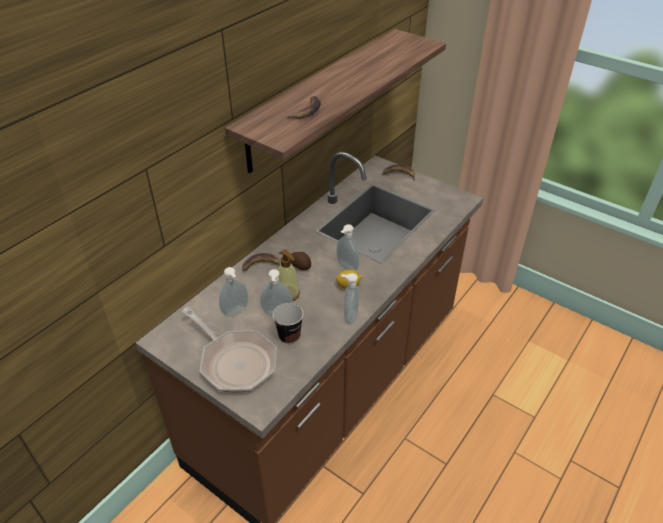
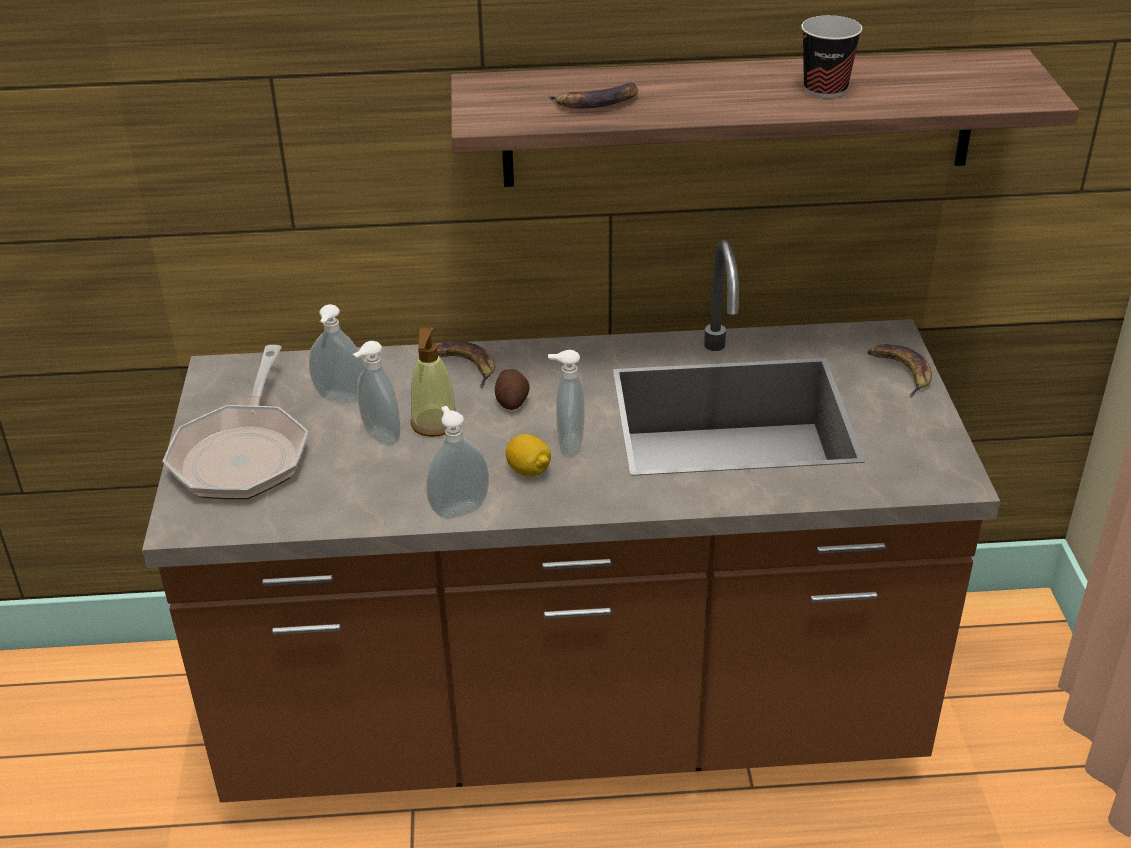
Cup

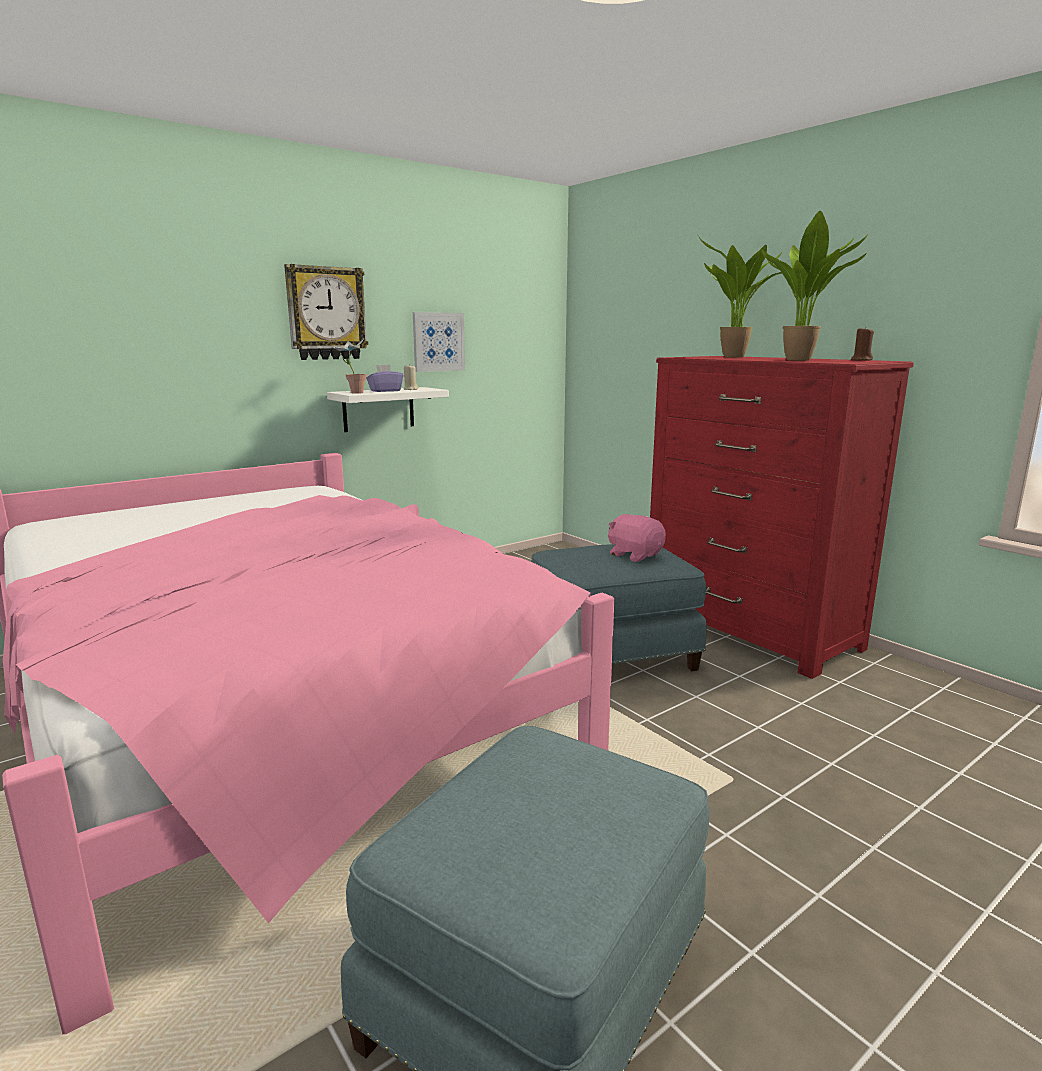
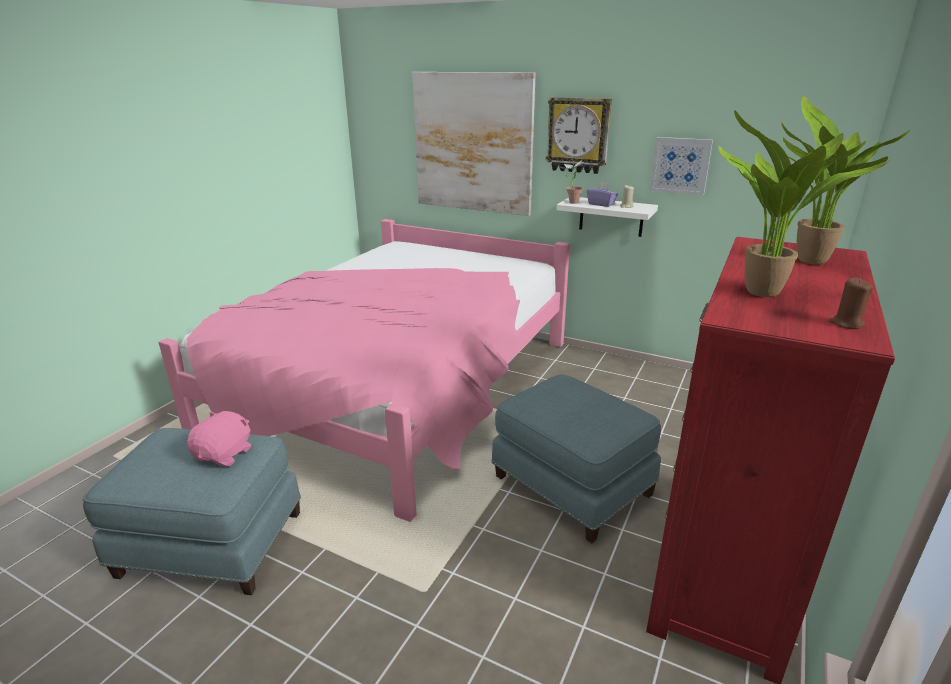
Picture (no. 1 from left)
PinkPlushToy

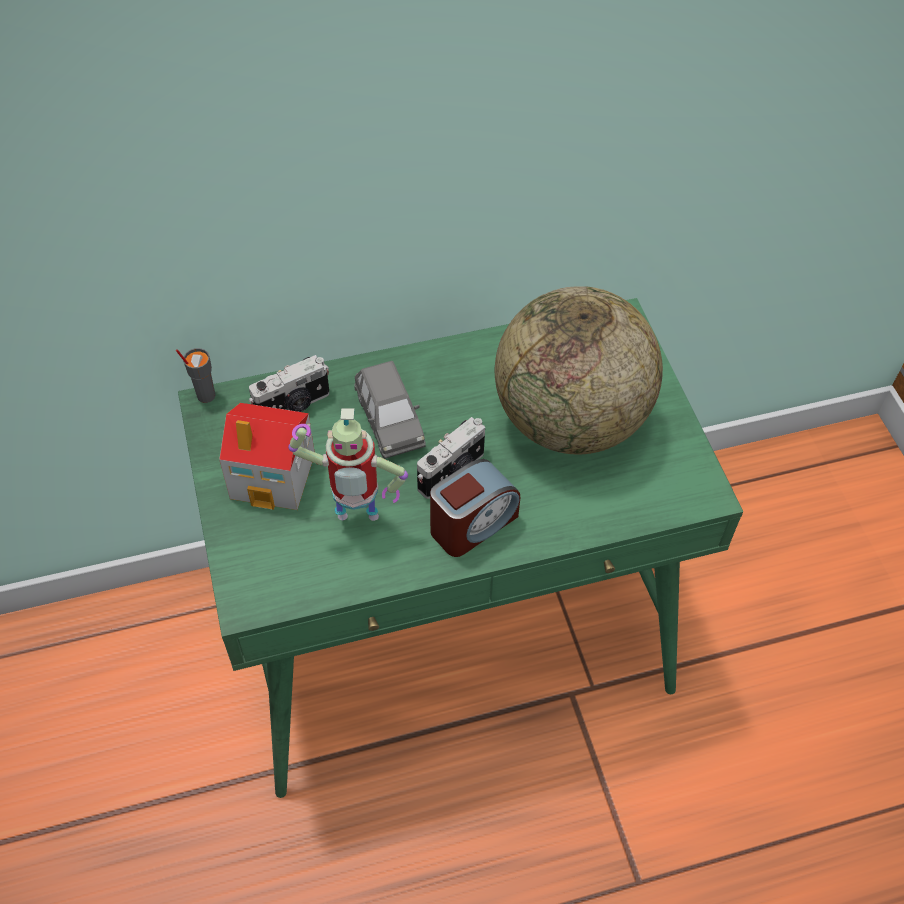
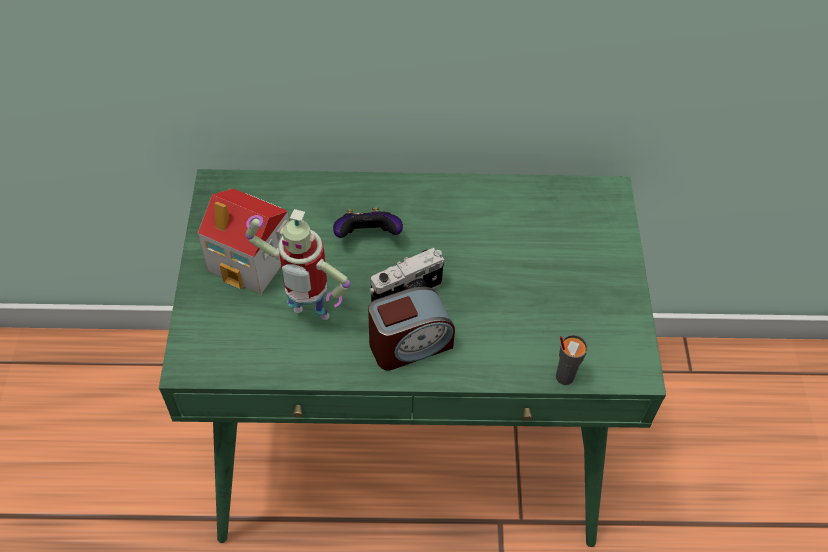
PhotoCamera (no. 1 from left in the first image)
Globe
GreyCup
GameController

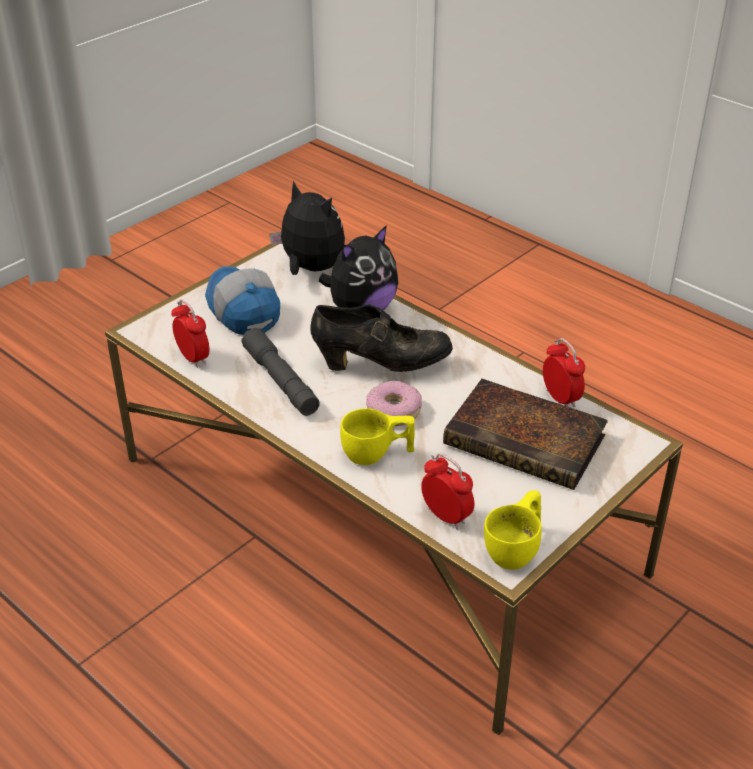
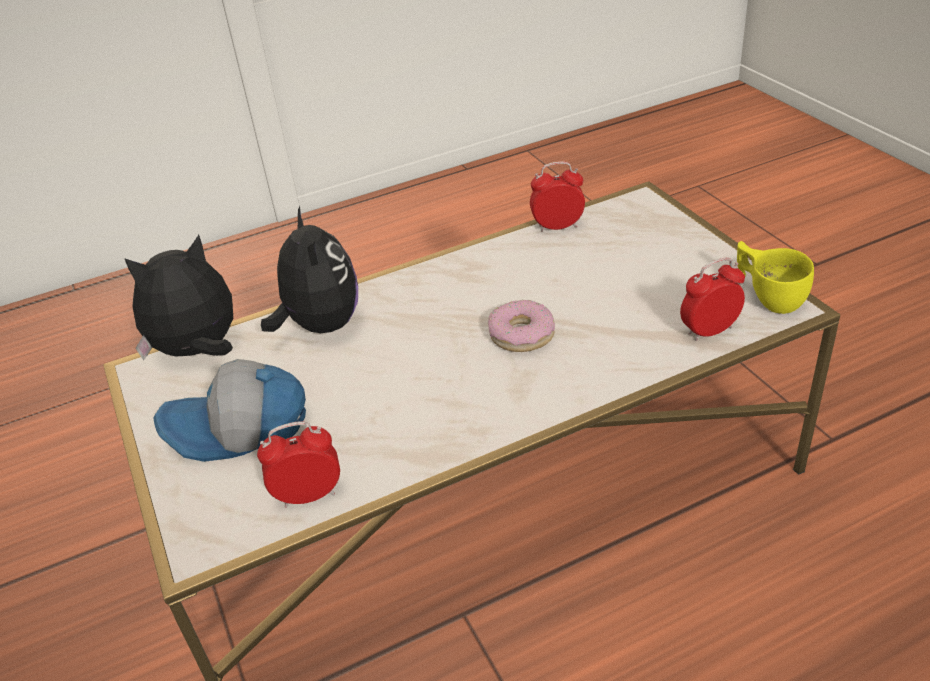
GreyFlashlight
BlackShoe
YellowCup (no. 1 from left in the first image)
Book

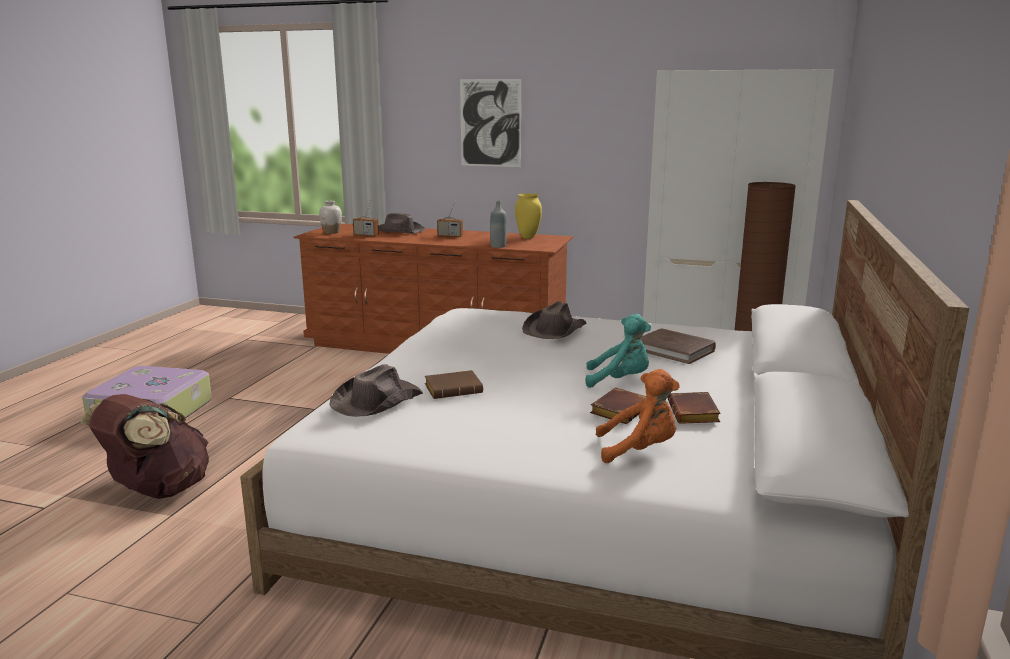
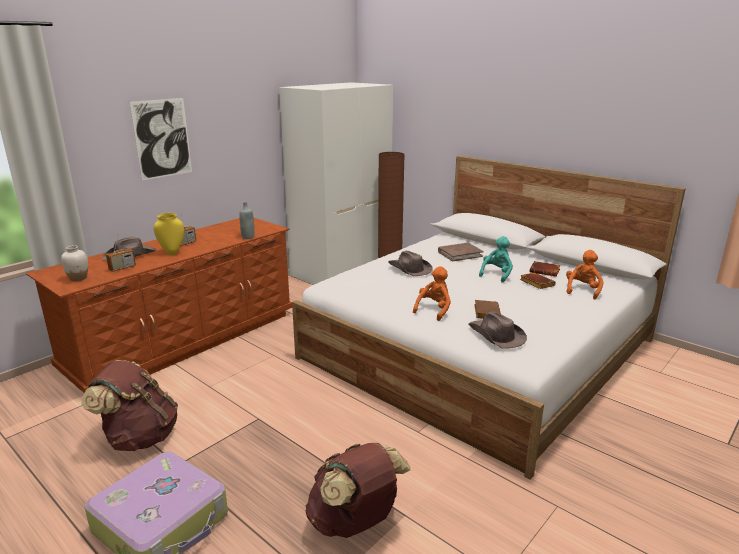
BrownBackpack (no. 1 from left)
OrangePlushToy (no. 1 from left)
YellowVase

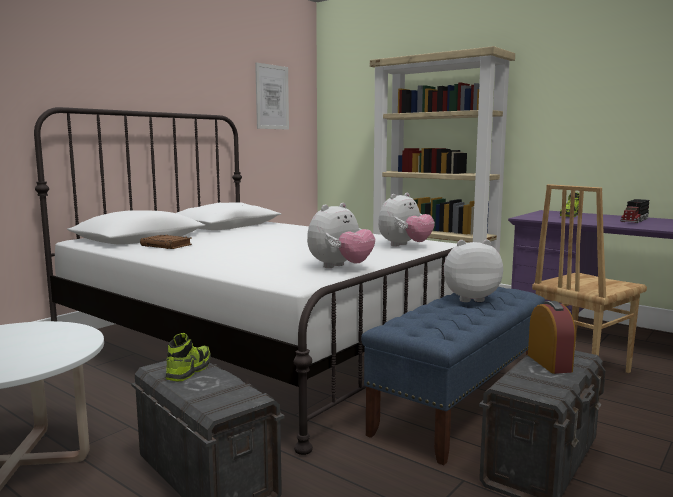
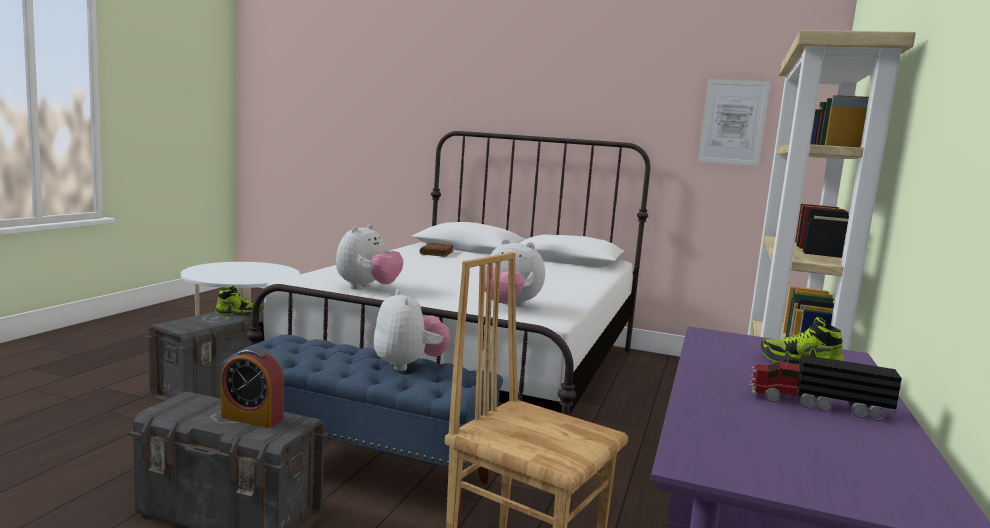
PlushToy (no. 1 from left)
AlarmClock

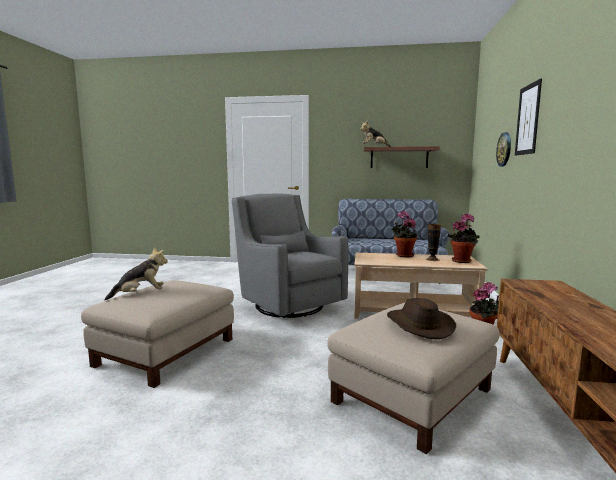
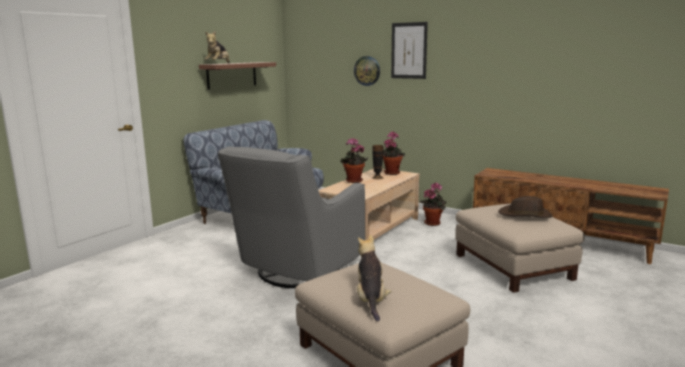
GreyArmchair

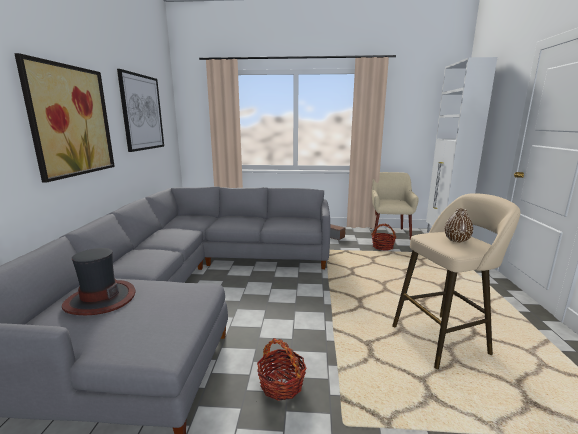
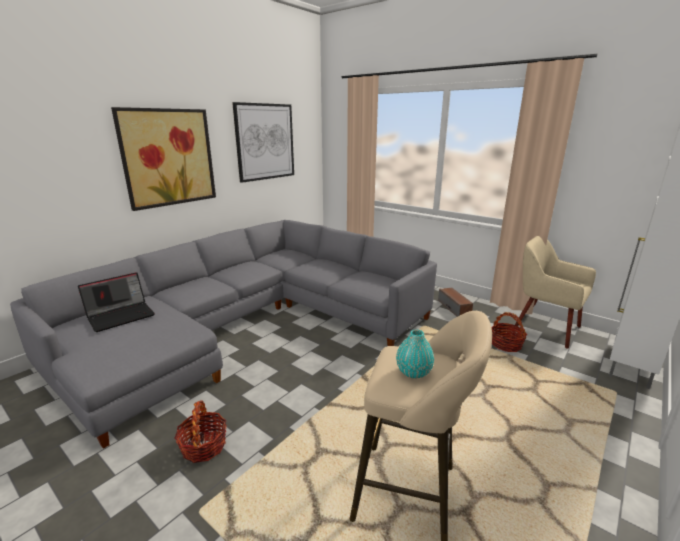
Laptop
TurquoiseVase
BeigeArmchair

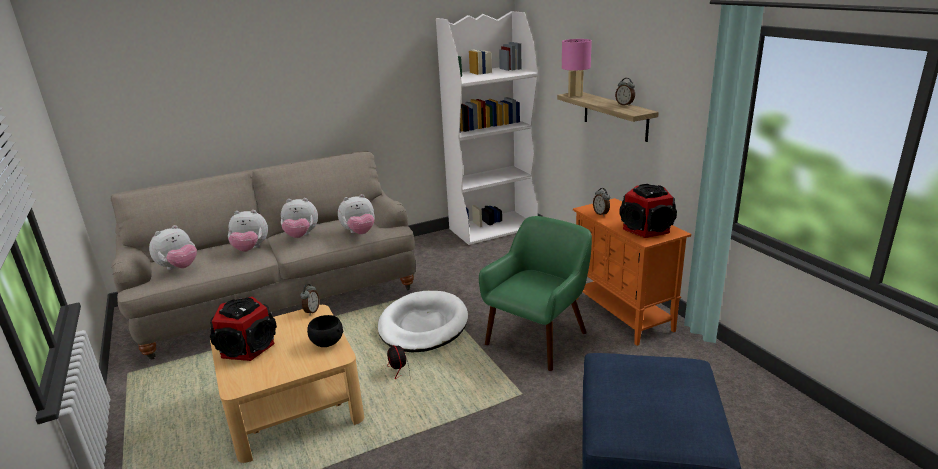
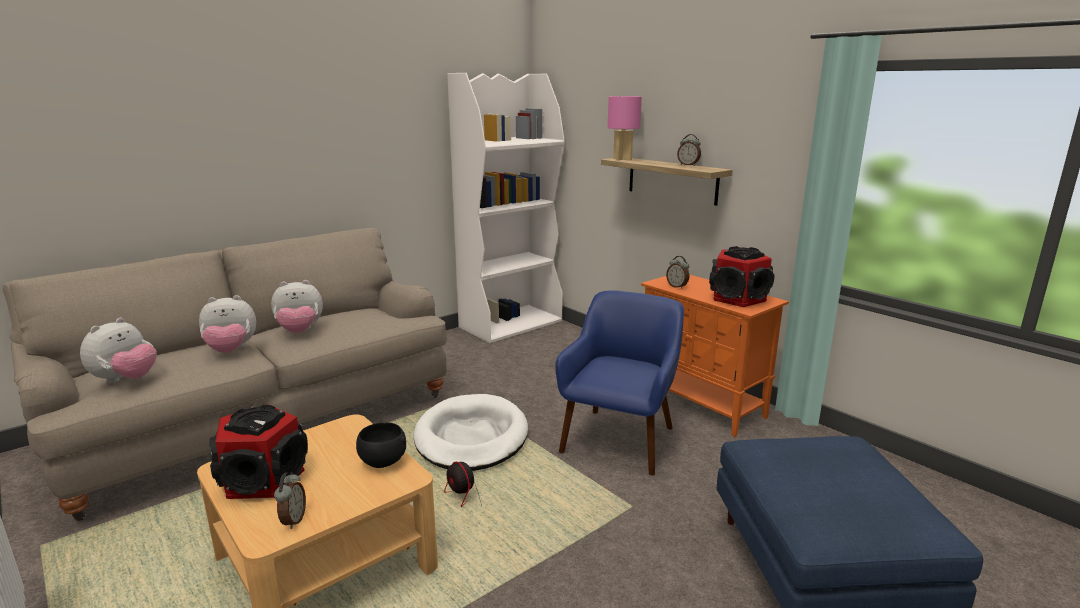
PlushToy (no. 4 from left in the first image)
AlarmClock (no. 1 from left)
BlueArmchair

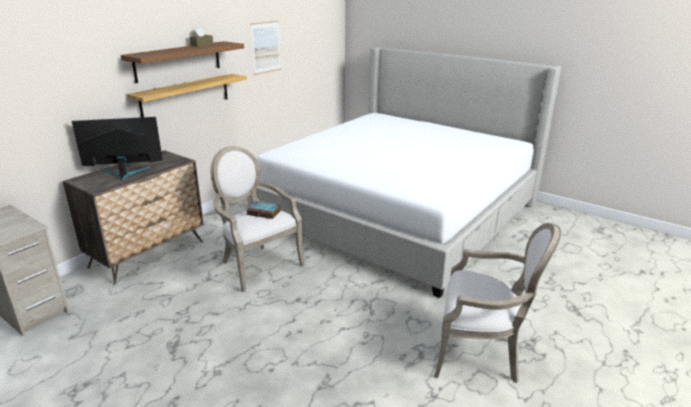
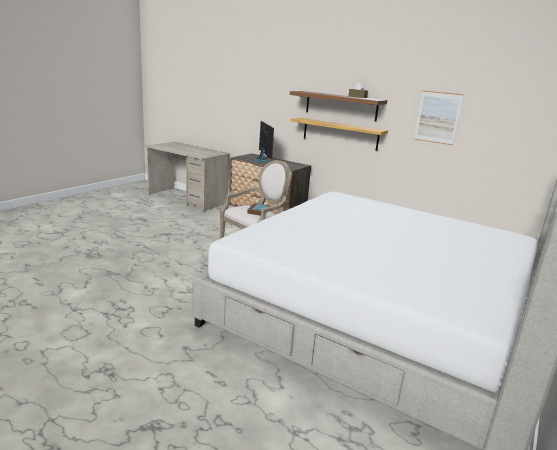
Armchair (no. 2 from left in the first image)

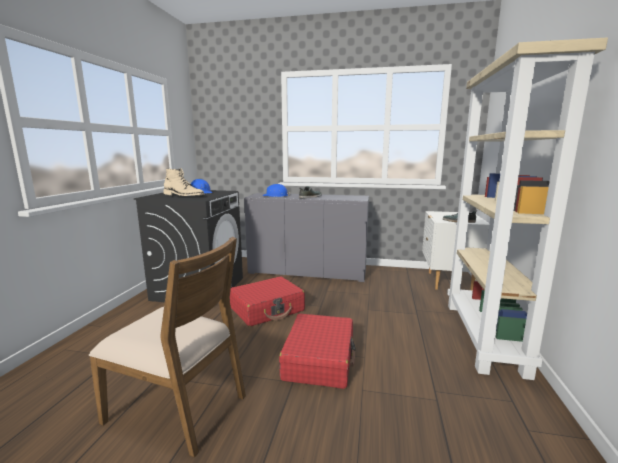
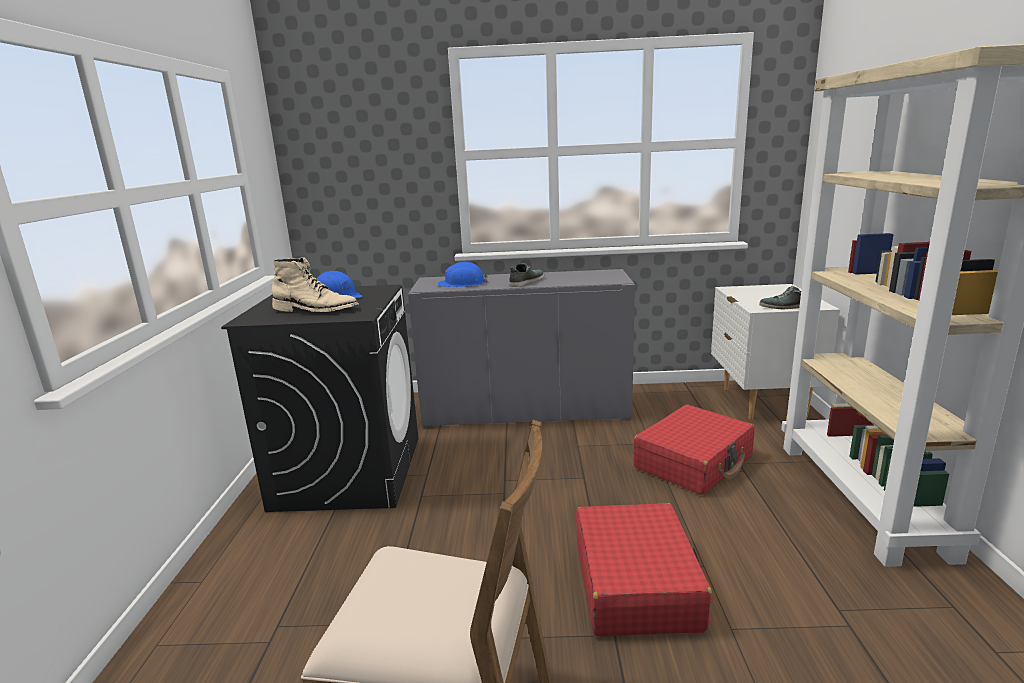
RedSuitcase (no. 2 from left)

